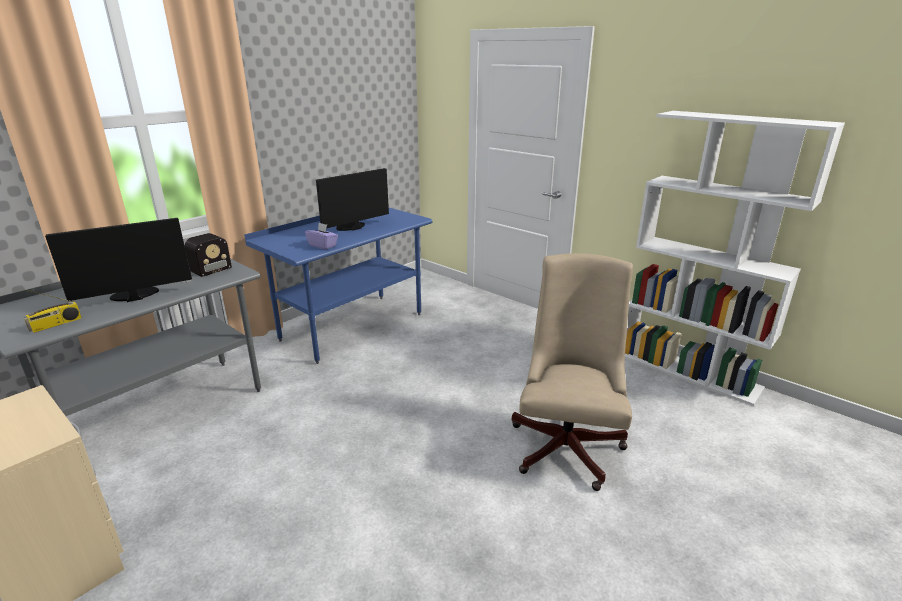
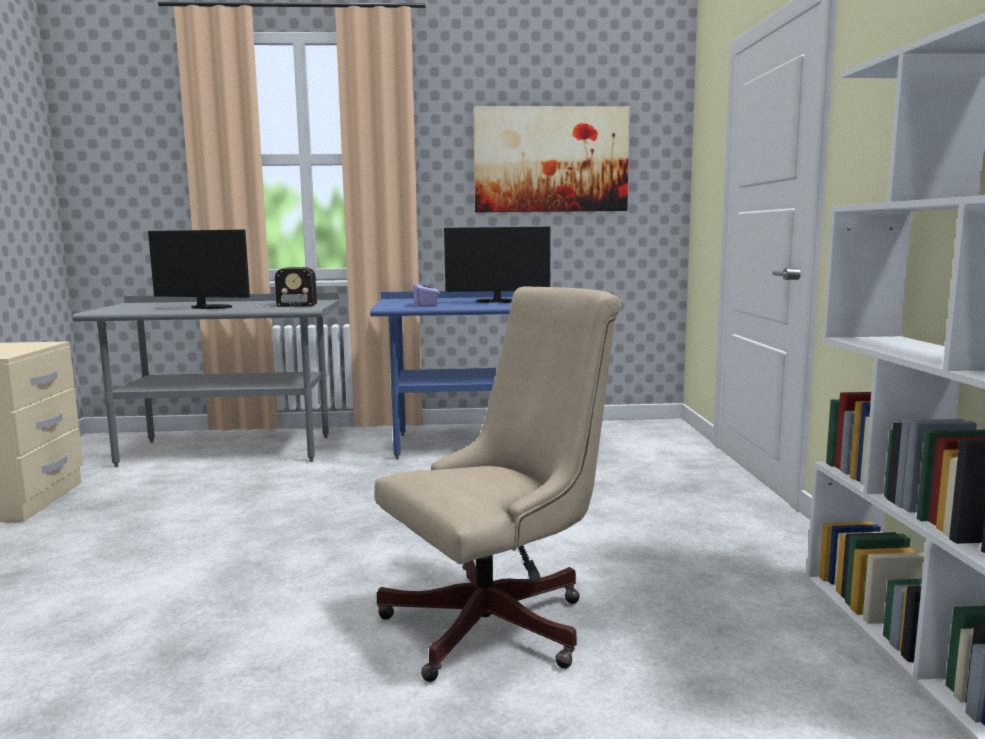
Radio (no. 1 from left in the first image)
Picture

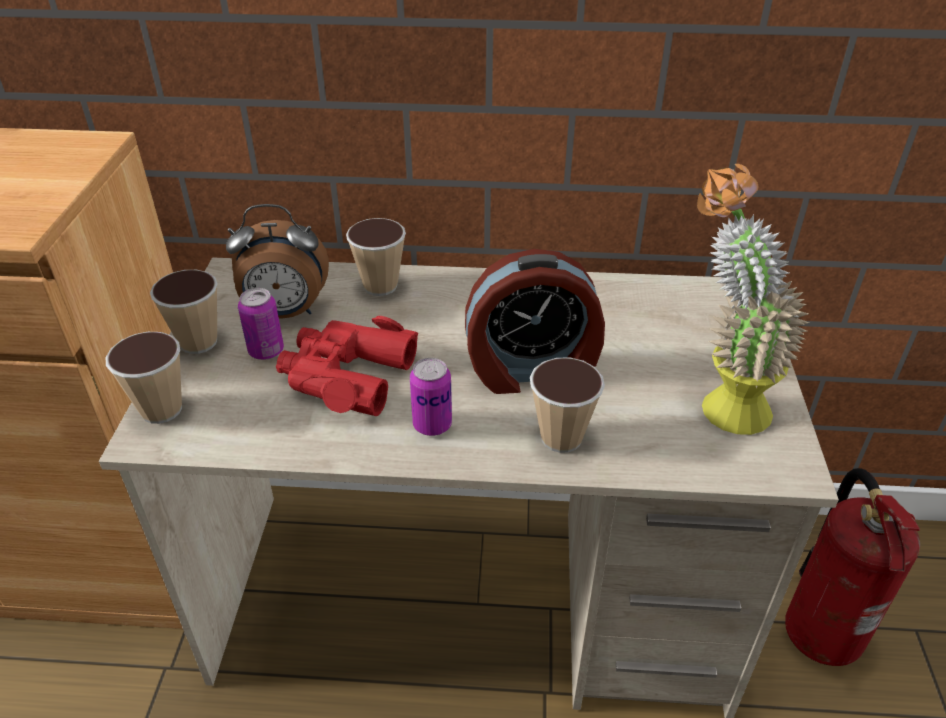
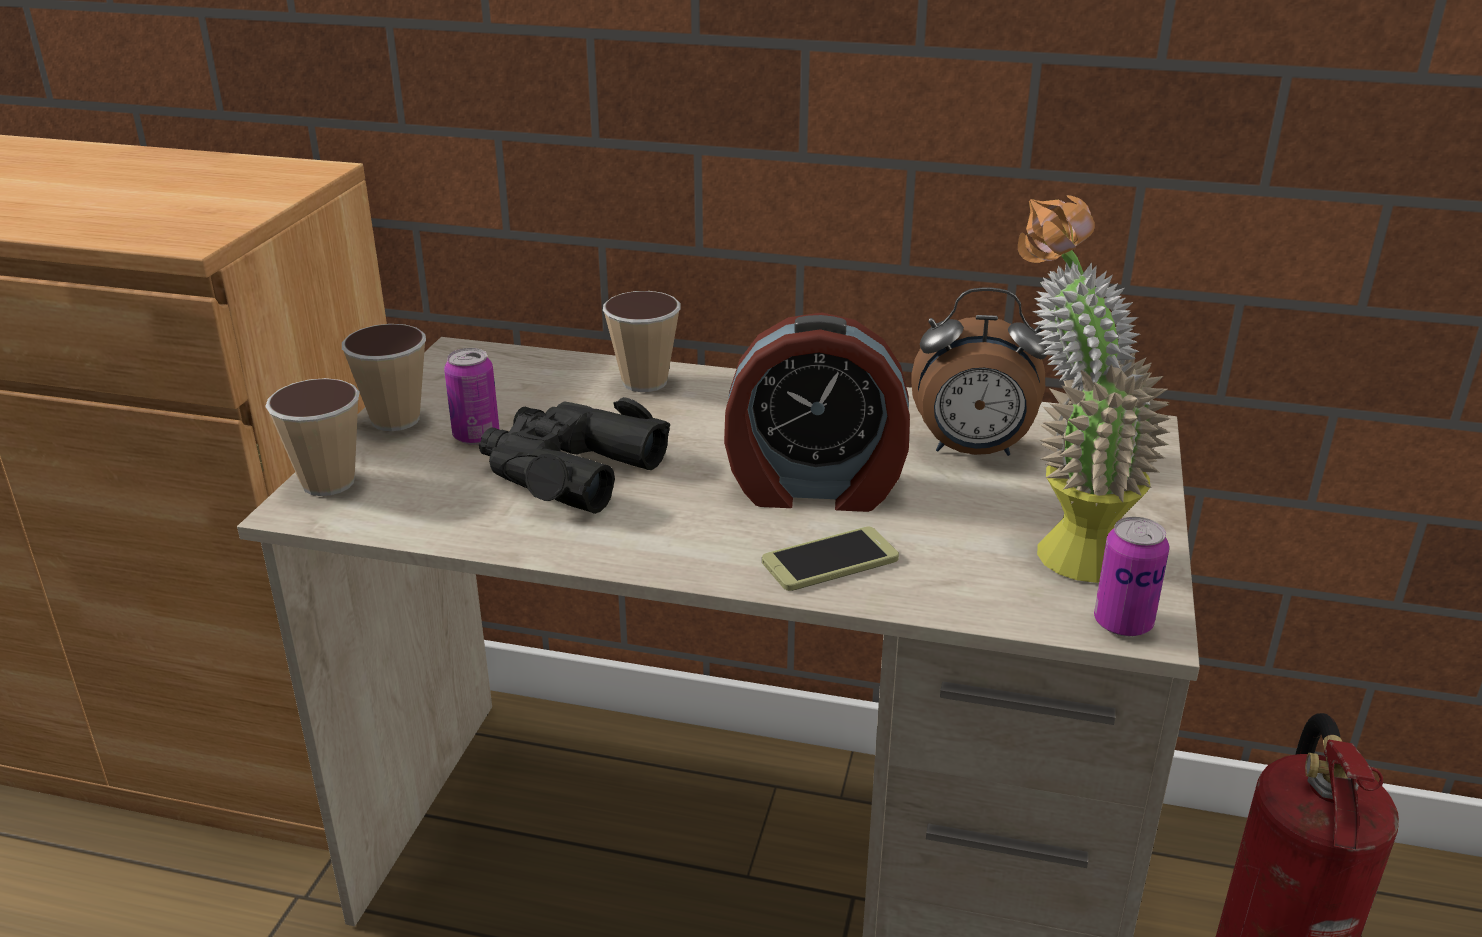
AlarmClock (no. 2 from left)
Can (no. 2 from left)
Phone
BlackBinoculars

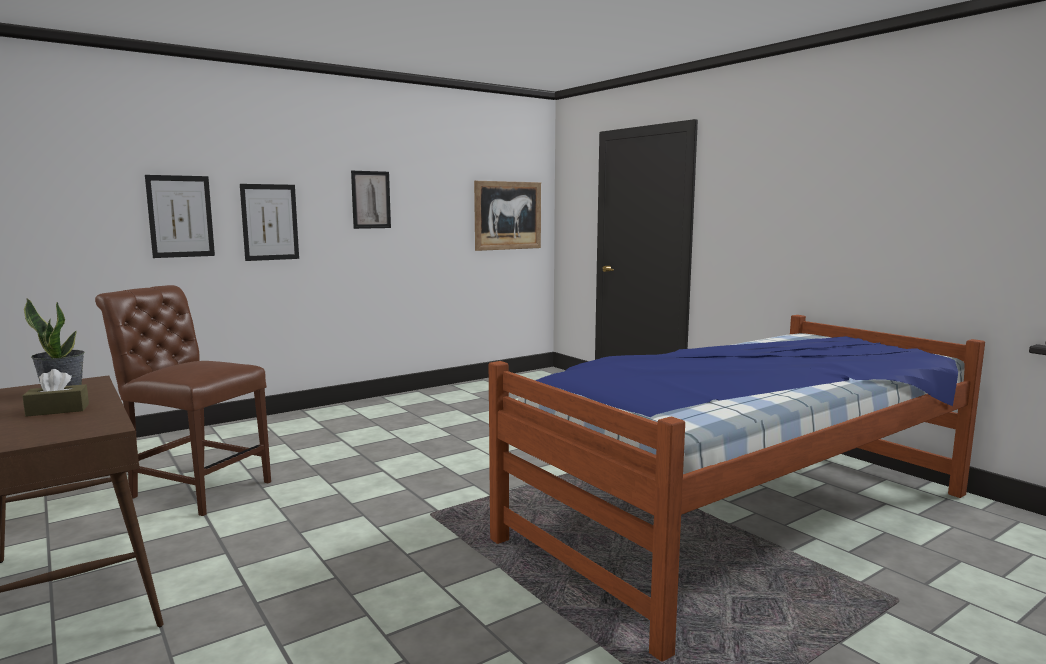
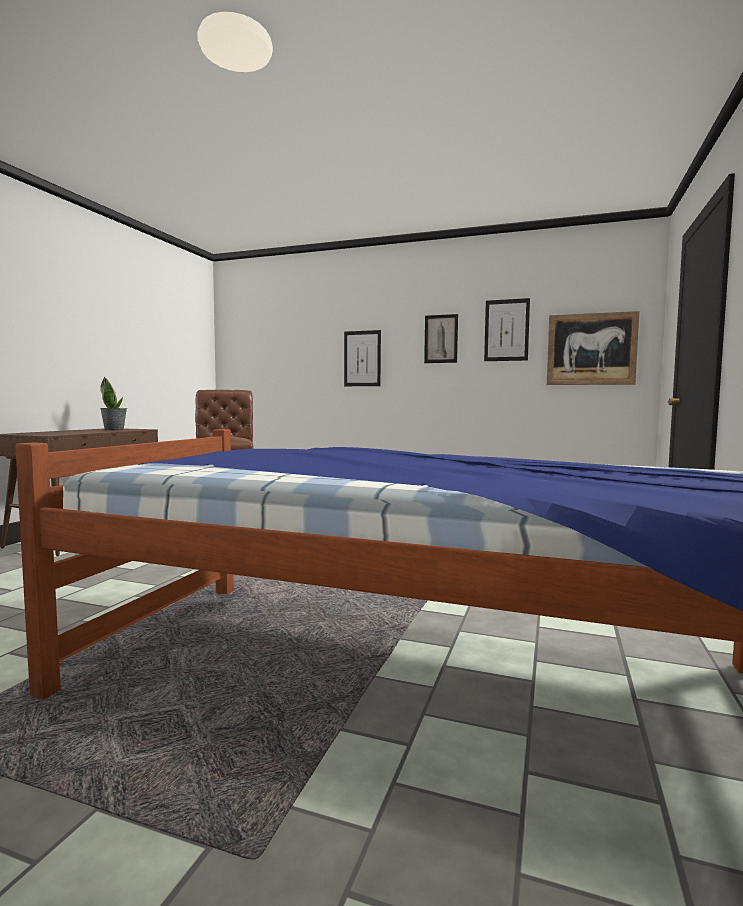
BrownTissueBox
Picture (no. 3 from left)

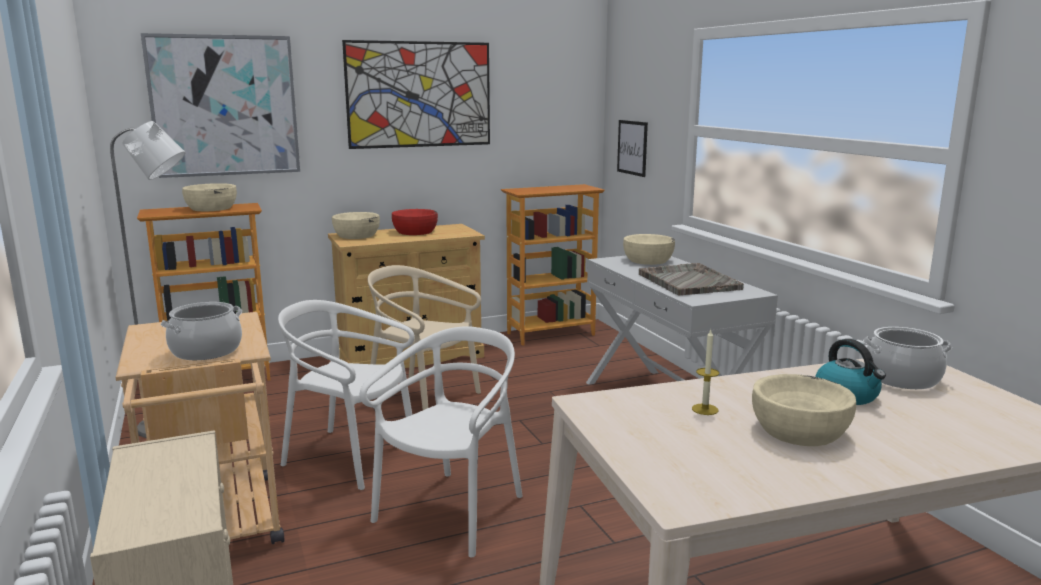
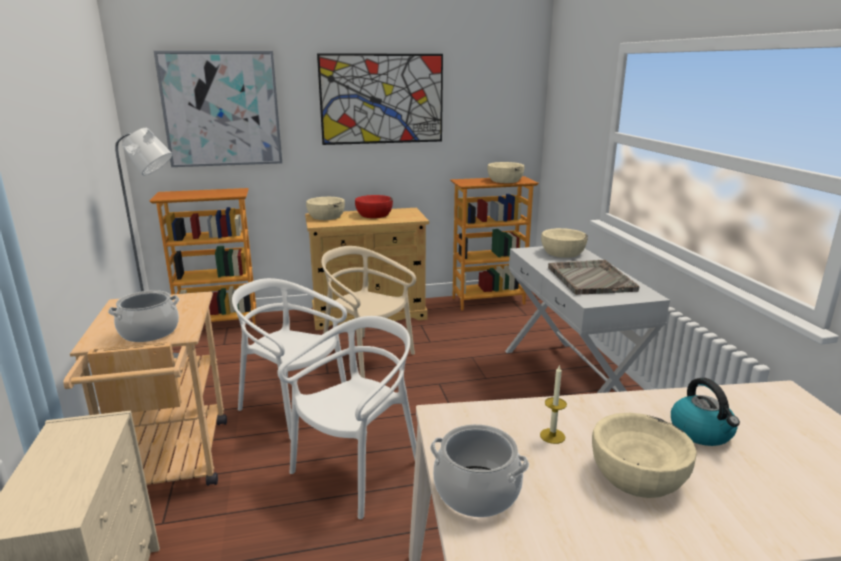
Picture (no. 3 from left in the first image)
BeigeBowl (no. 2 from left)
CookingPot (no. 2 from left)

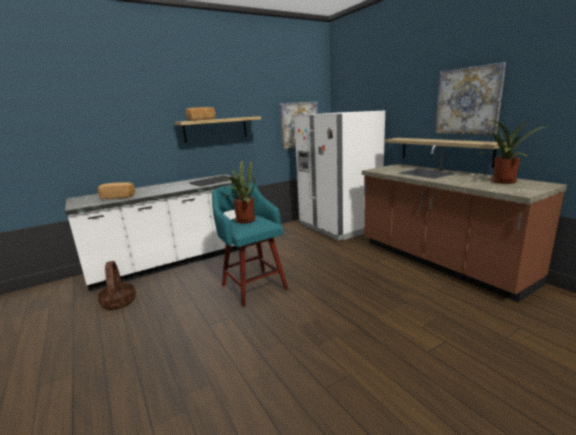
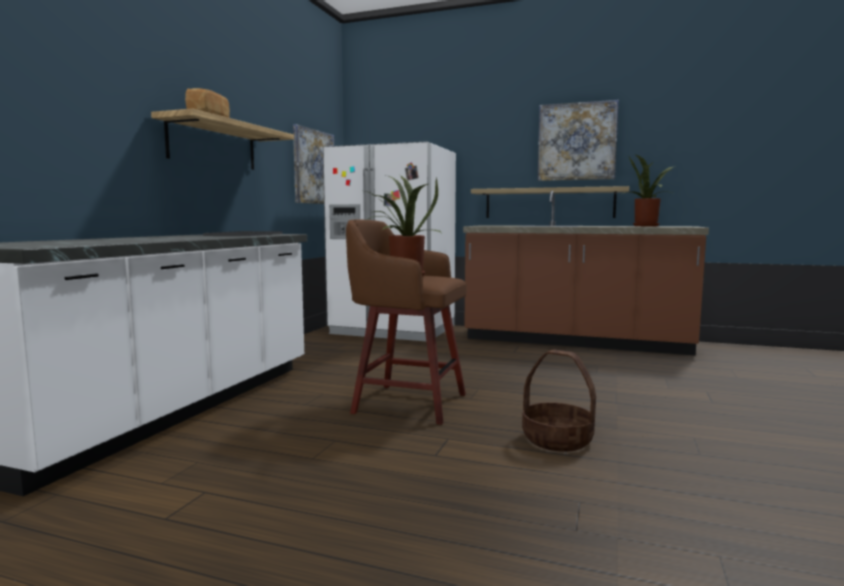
Bread (no. 1 from left in the first image)
Basket
BrownStool

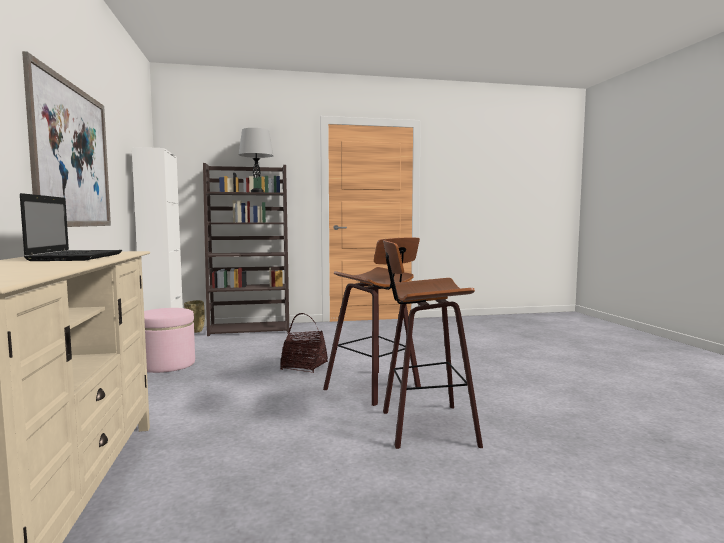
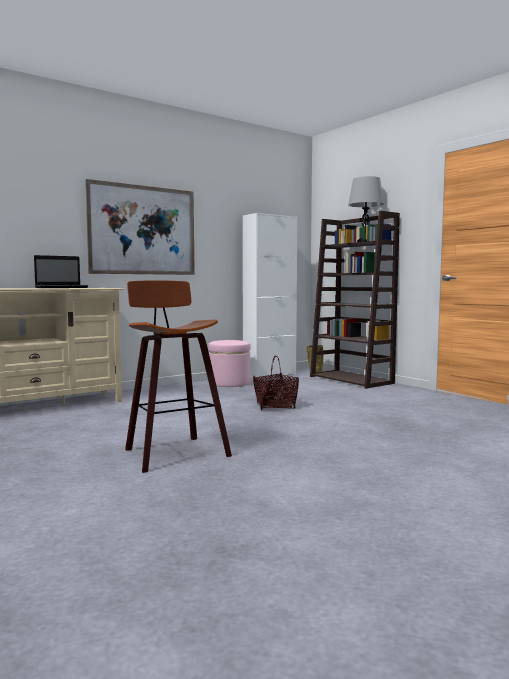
Stool (no. 1 from left in the first image)

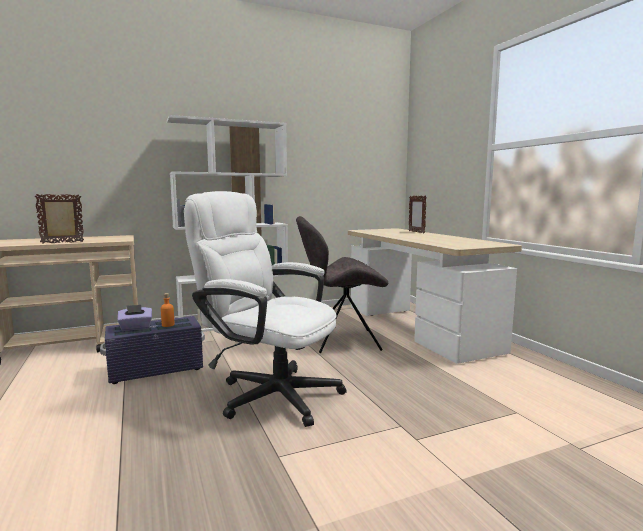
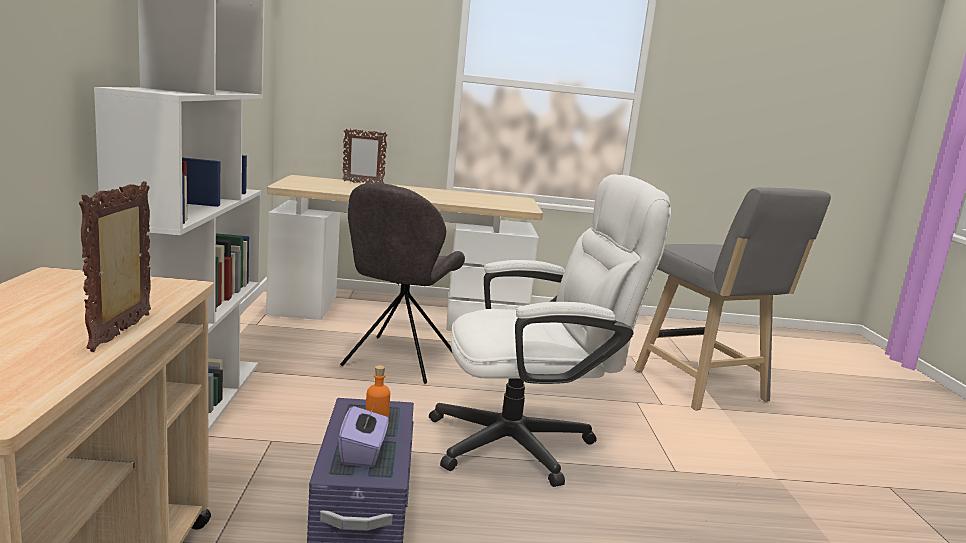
GreyStool
WhiteOfficeChair

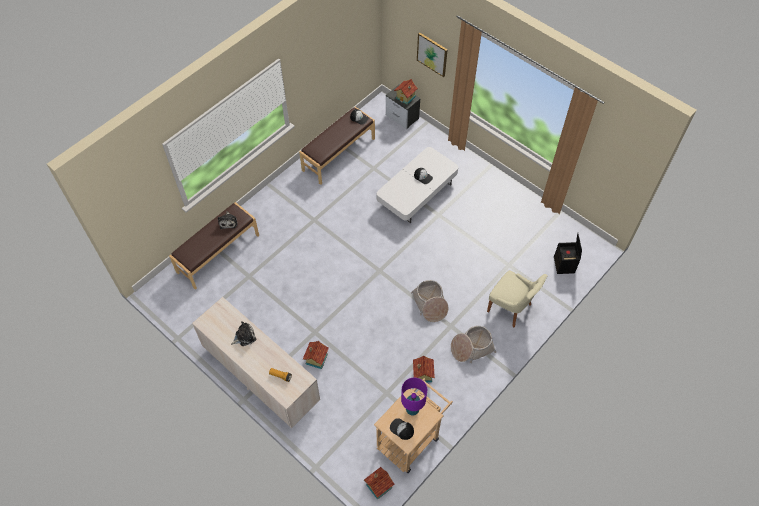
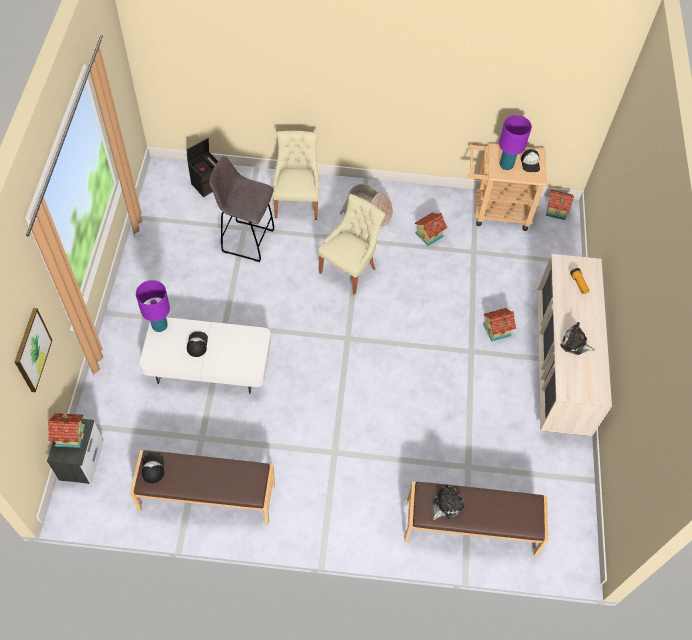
PurpleTableLamp (no. 1 from left)
GreyStool
BeigeChair (no. 2 from left)

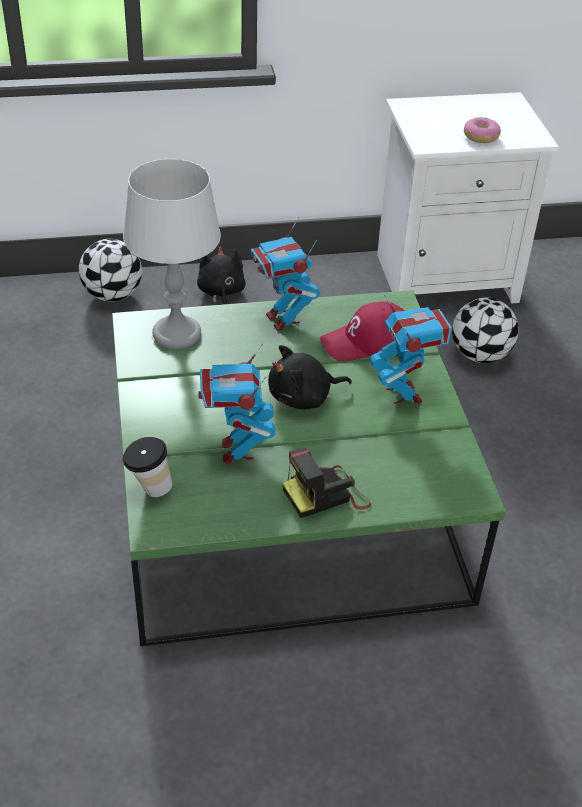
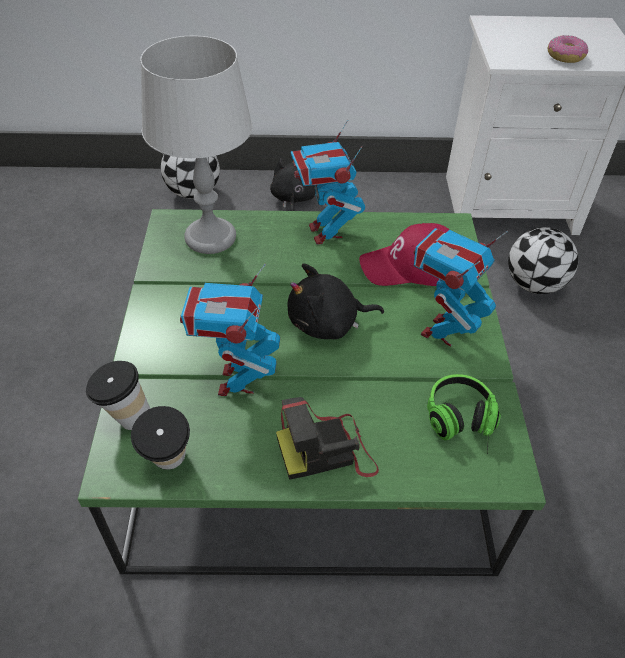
Cup (no. 2 from left)
Headphones
ToyRobot (no. 3 from left)

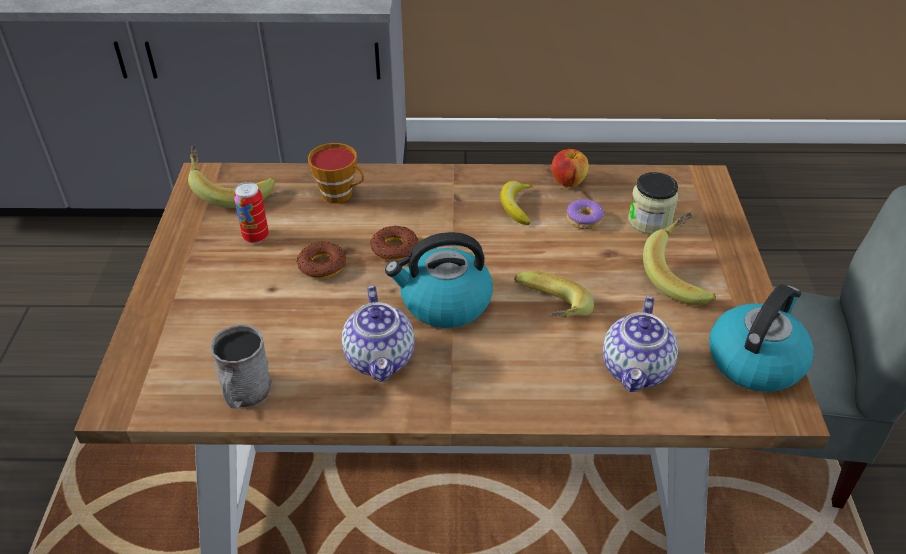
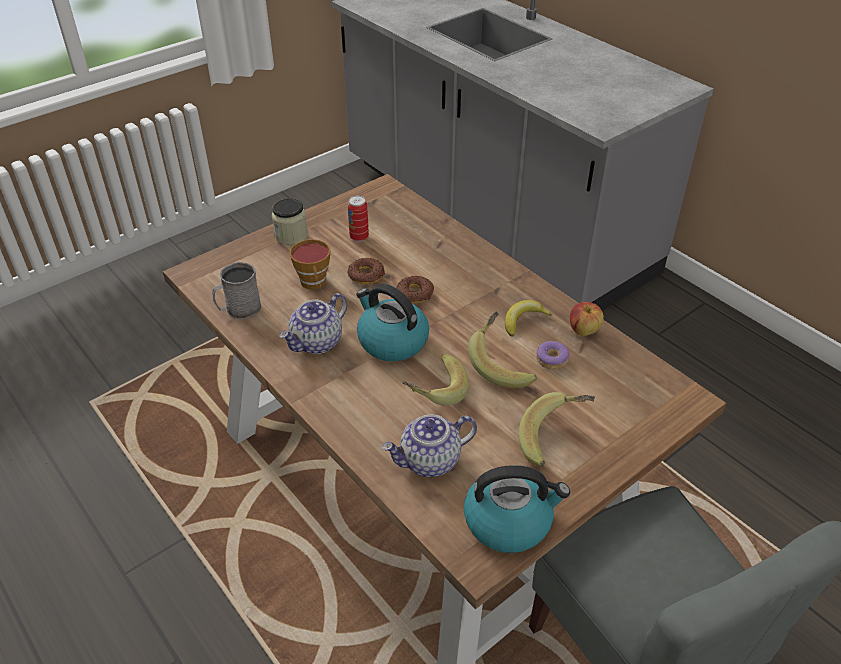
Banana (no. 2 from left)
Cup
Jar

